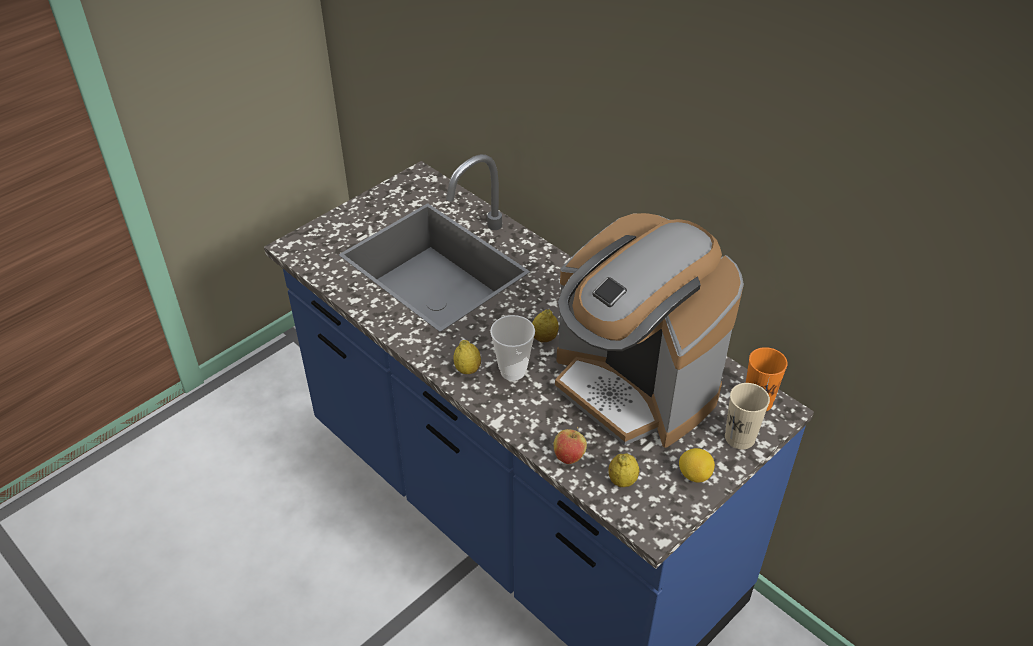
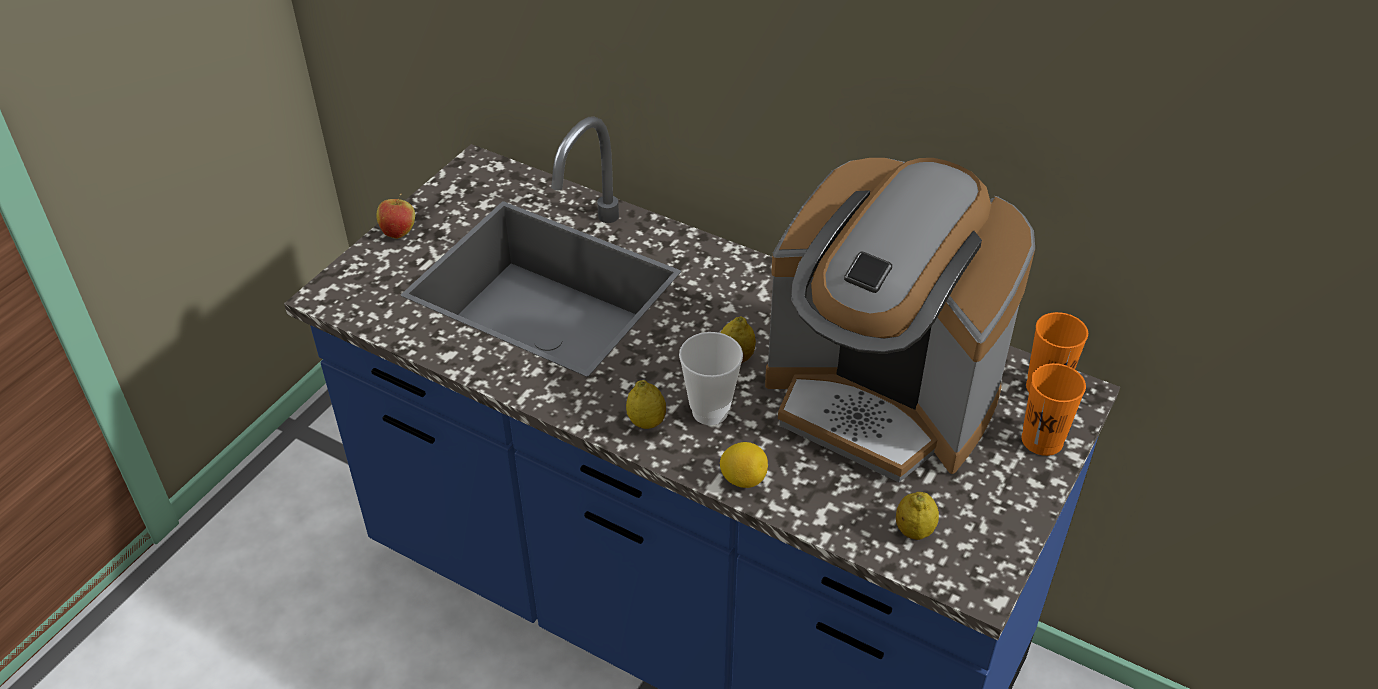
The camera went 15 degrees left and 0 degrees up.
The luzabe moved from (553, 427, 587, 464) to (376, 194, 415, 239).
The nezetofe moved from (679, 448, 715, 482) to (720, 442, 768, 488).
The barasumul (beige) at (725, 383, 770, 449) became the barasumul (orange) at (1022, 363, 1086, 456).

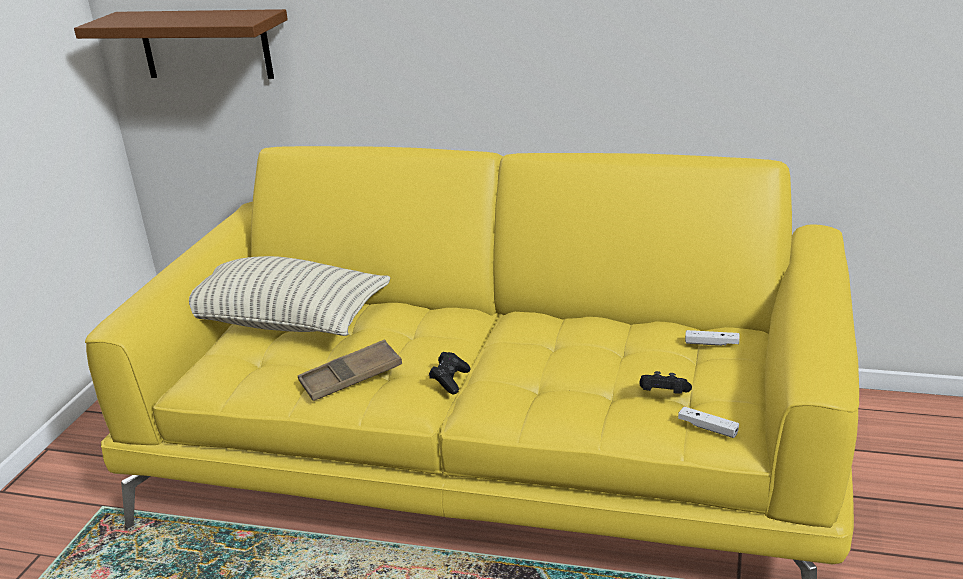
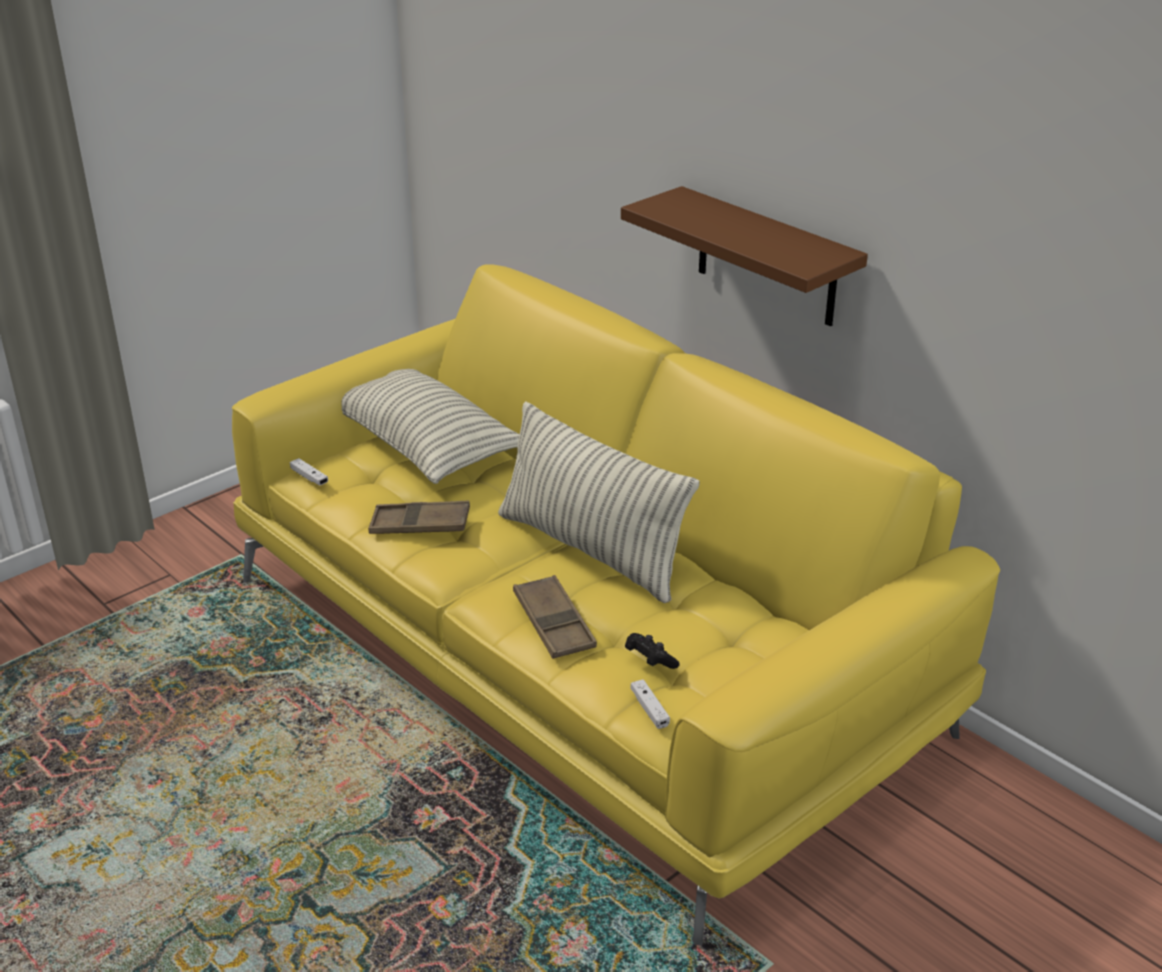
The camera went 30 degrees right and 5 degrees up.
The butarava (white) moved from (685, 330, 739, 346) to (290, 458, 328, 485).
The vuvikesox at (498, 401, 700, 603) appeared.
The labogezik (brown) at (513, 575, 597, 659) appeared.
The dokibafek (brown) moved from (74, 9, 288, 79) to (621, 186, 868, 326).
The butarava (black) at (429, 352, 471, 394) disappeared.

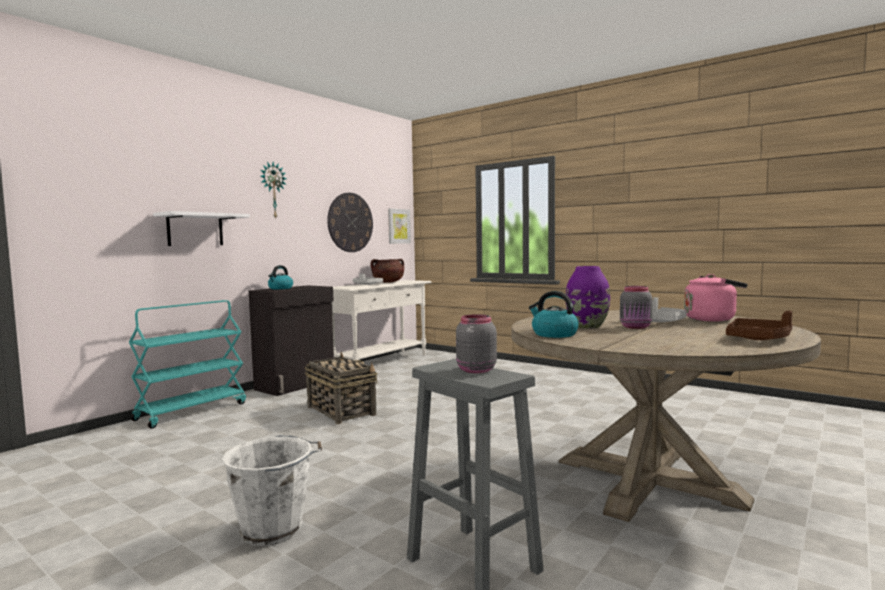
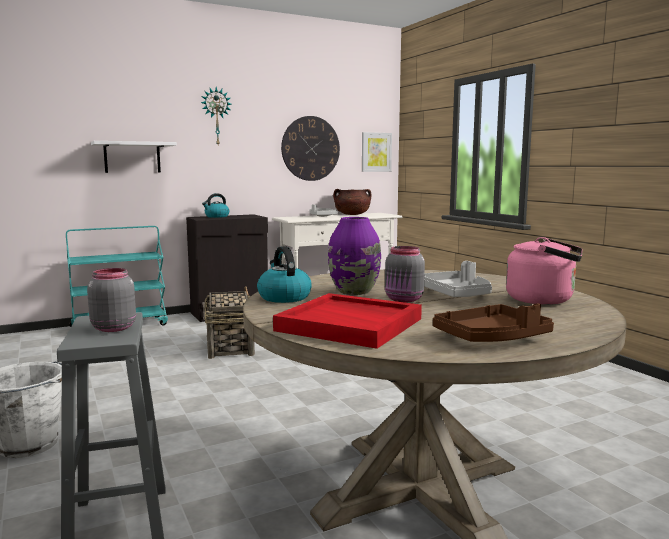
The camera went 25 degrees right and 5 degrees up.
The labogezik (red) at (273, 293, 422, 349) appeared.

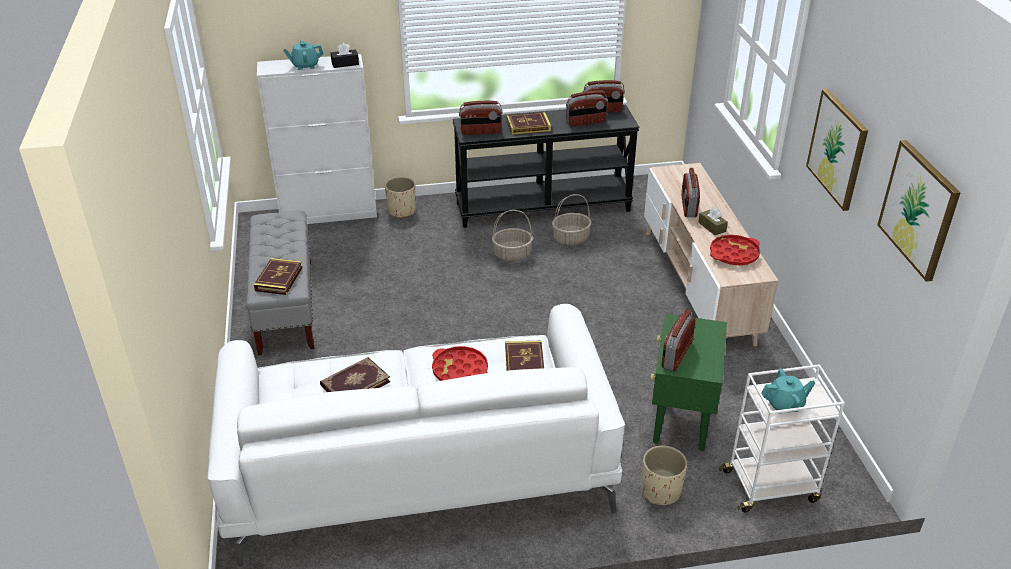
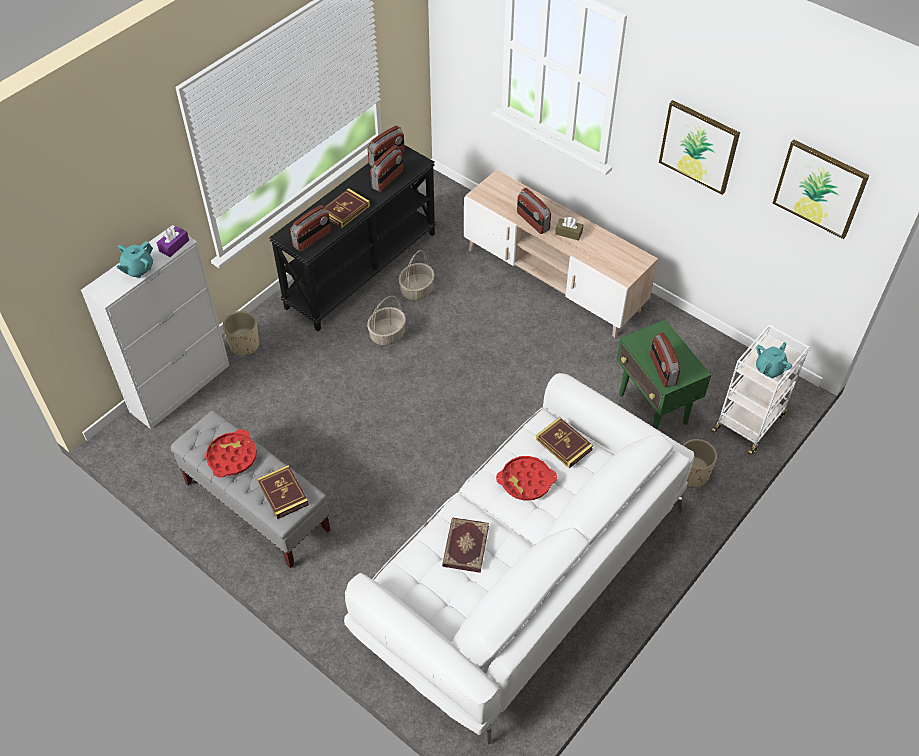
The camera went 40 degrees left and 15 degrees up.
The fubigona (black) at (331, 43, 359, 68) became the fubigona (purple) at (157, 226, 189, 257).
The labogezik (red) moved from (710, 235, 760, 265) to (206, 429, 257, 478).

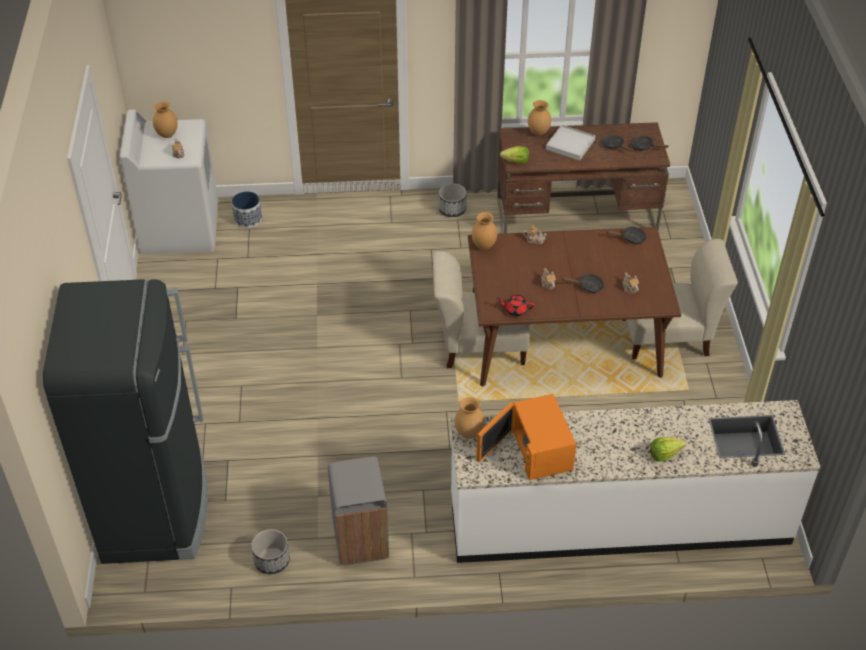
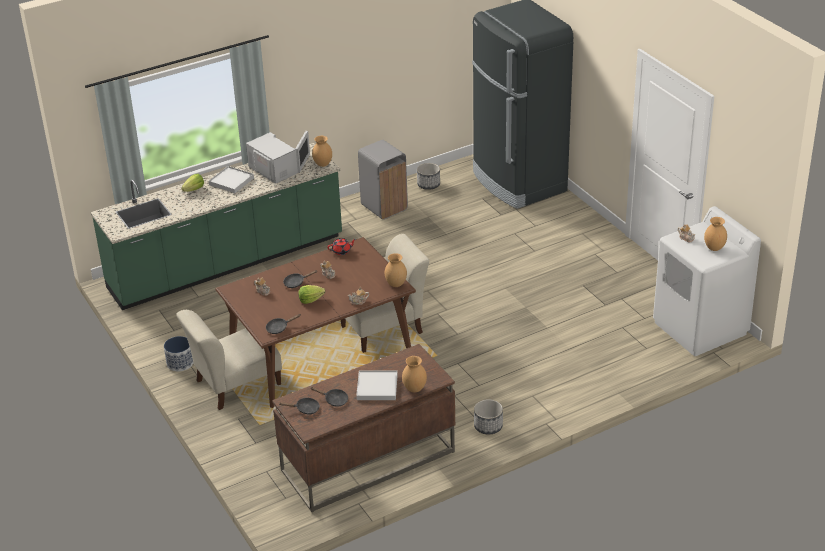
The camera went 155 degrees right and 10 degrees down.
The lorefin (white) at (451, 400, 821, 563) became the lorefin (green) at (91, 143, 342, 310).
The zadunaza moved from (232, 191, 262, 228) to (164, 336, 193, 371).
The labogezik (white) at (209, 166, 254, 193) appeared.
The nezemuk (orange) at (476, 394, 576, 480) became the nezemuk (white) at (246, 131, 310, 184).
The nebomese moved from (500, 146, 529, 164) to (298, 285, 325, 304).

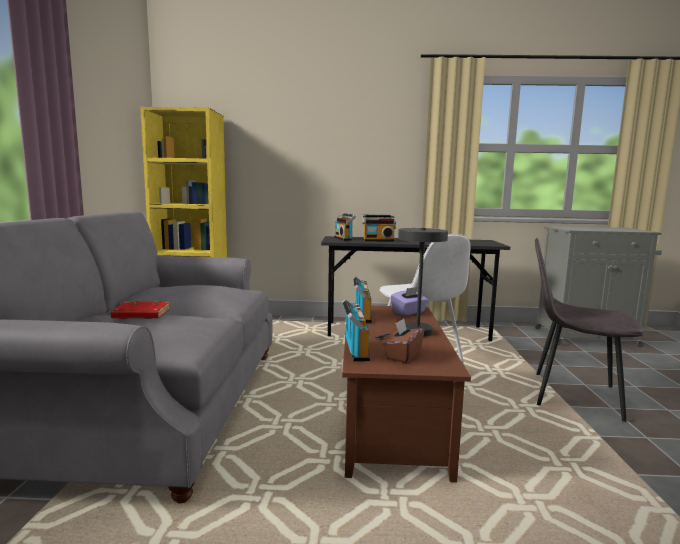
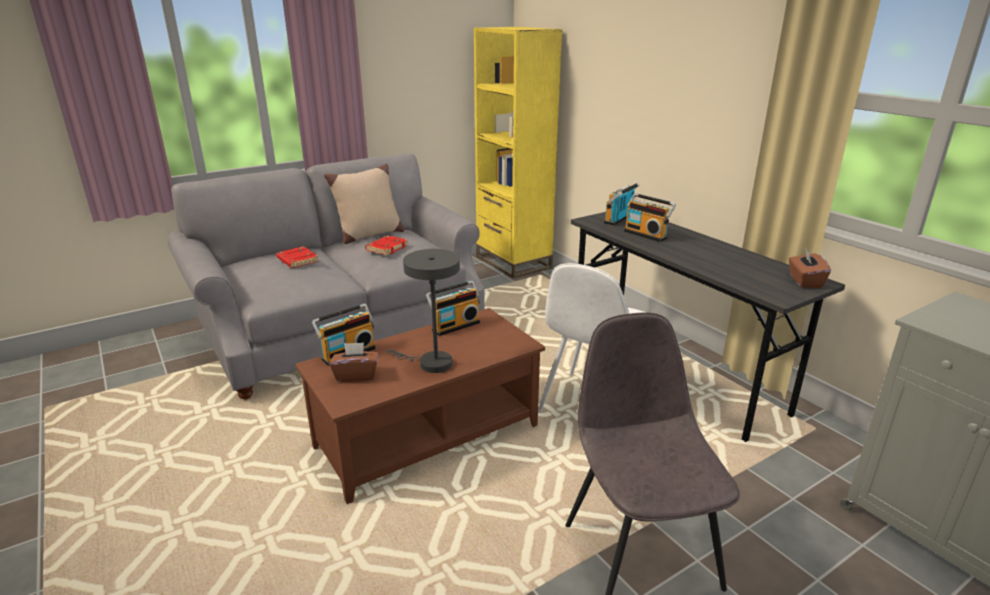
The camera went 55 degrees right and 15 degrees up.
The vuvikesox (beige) at (324, 164, 404, 244) appeared.
The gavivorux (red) at (365, 236, 408, 255) appeared.
The fubigona (brown) at (789, 248, 831, 288) appeared.
The fubigona (purple) at (391, 287, 429, 316) disappeared.

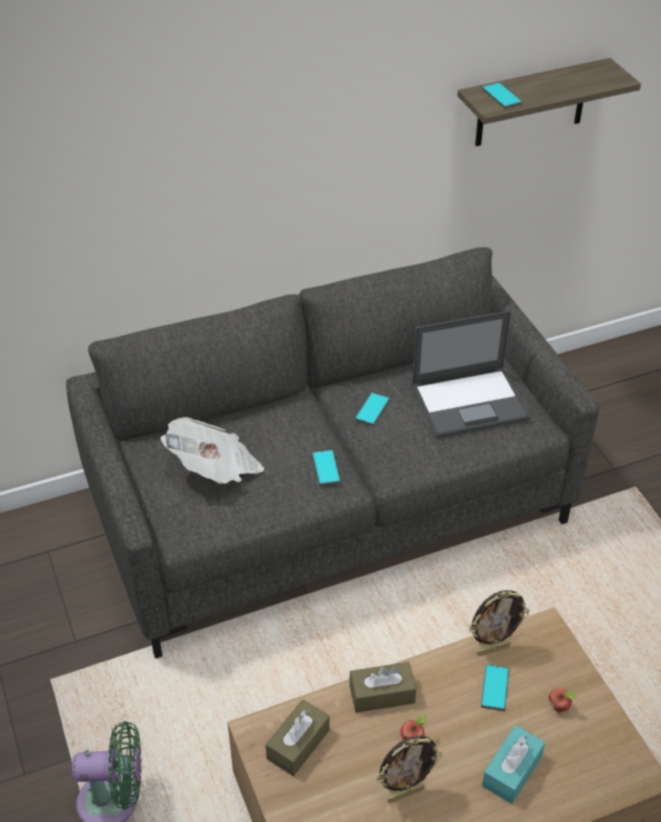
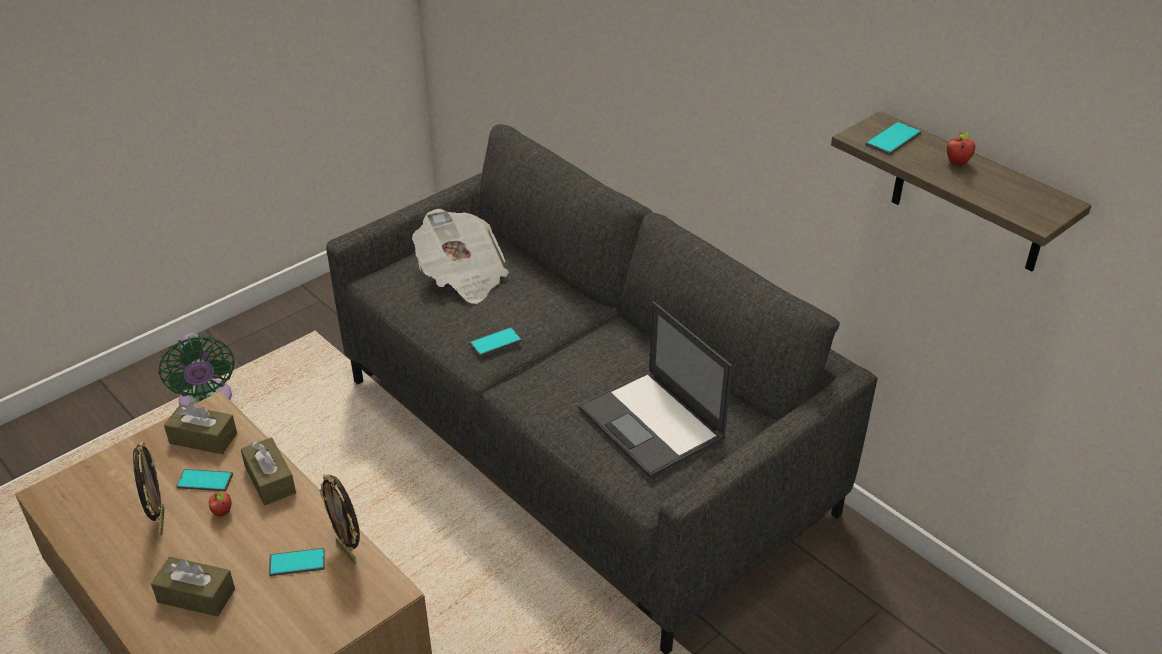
The camera went 70 degrees right and 5 degrees down.
The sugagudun at (376, 736, 442, 803) turned 150 degrees counterclockwise.
The fubigona (turquoise) at (482, 725, 545, 804) became the fubigona (brown) at (151, 557, 235, 617).
The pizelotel moved from (355, 392, 390, 426) to (176, 469, 233, 491).
The luzabe moved from (549, 688, 577, 713) to (947, 132, 975, 166).

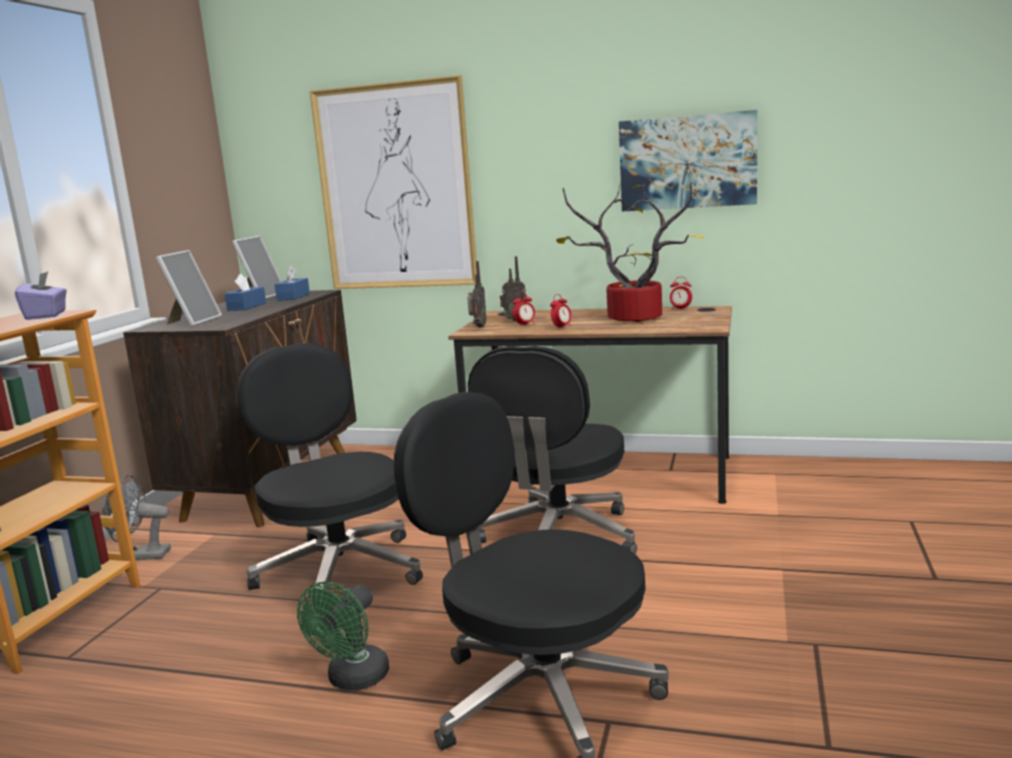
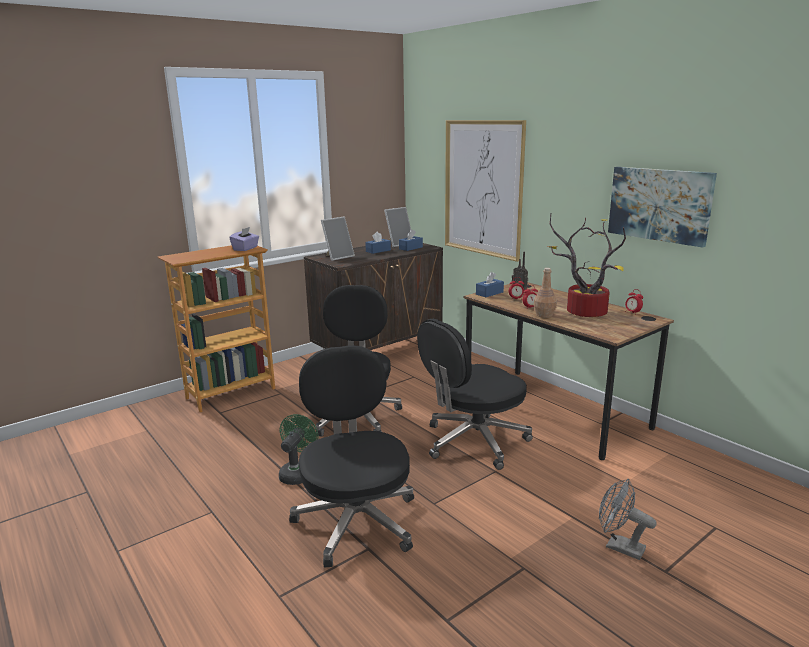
The camera went 35 degrees right and 5 degrees up.
The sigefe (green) at (297, 582, 389, 690) turned 135 degrees clockwise.
The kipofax at (467, 261, 486, 328) was replaced by the fubigona (blue) at (476, 272, 504, 297).
The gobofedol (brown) at (534, 268, 557, 318) appeared.
The sigefe (grey) moved from (102, 475, 171, 560) to (599, 479, 657, 560).

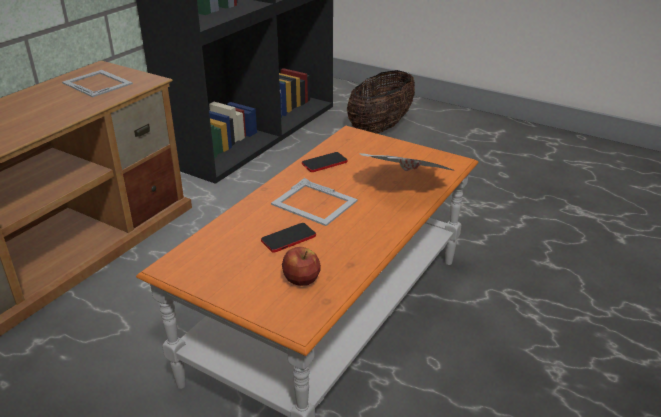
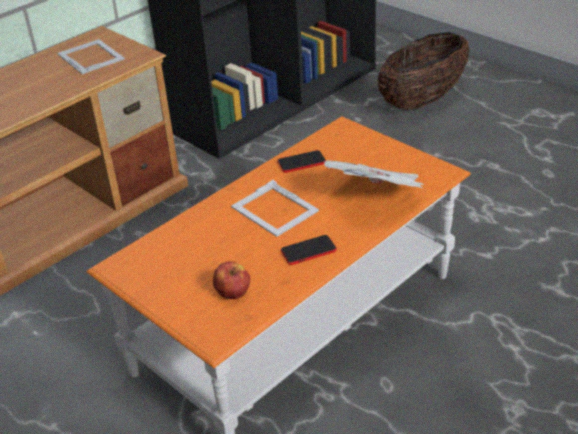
The camera went 15 degrees right and 5 degrees up.
The pizelotel moved from (261, 223, 316, 253) to (281, 235, 337, 265).

